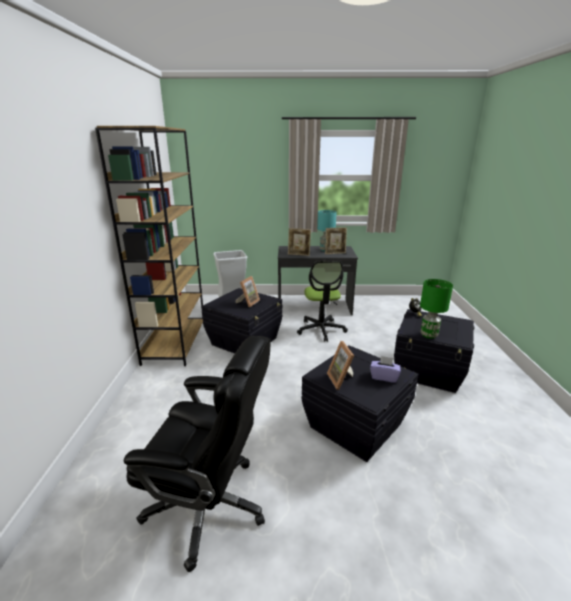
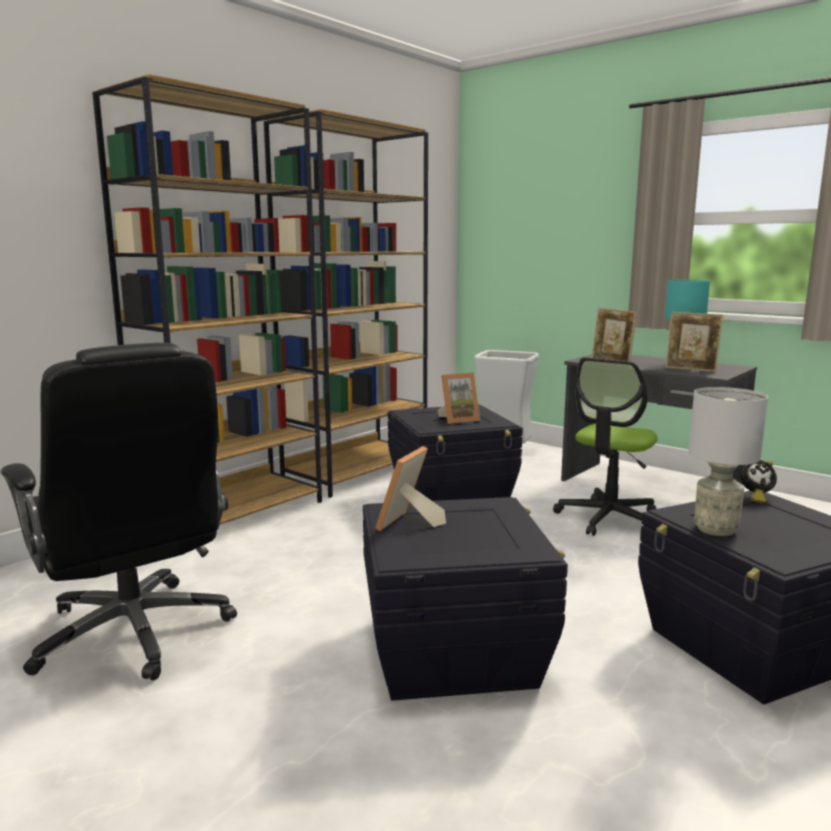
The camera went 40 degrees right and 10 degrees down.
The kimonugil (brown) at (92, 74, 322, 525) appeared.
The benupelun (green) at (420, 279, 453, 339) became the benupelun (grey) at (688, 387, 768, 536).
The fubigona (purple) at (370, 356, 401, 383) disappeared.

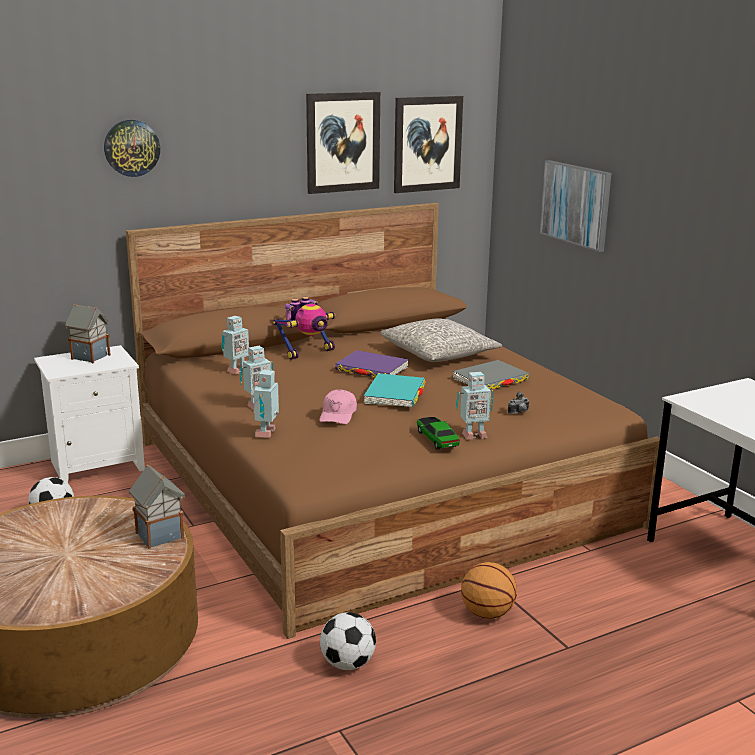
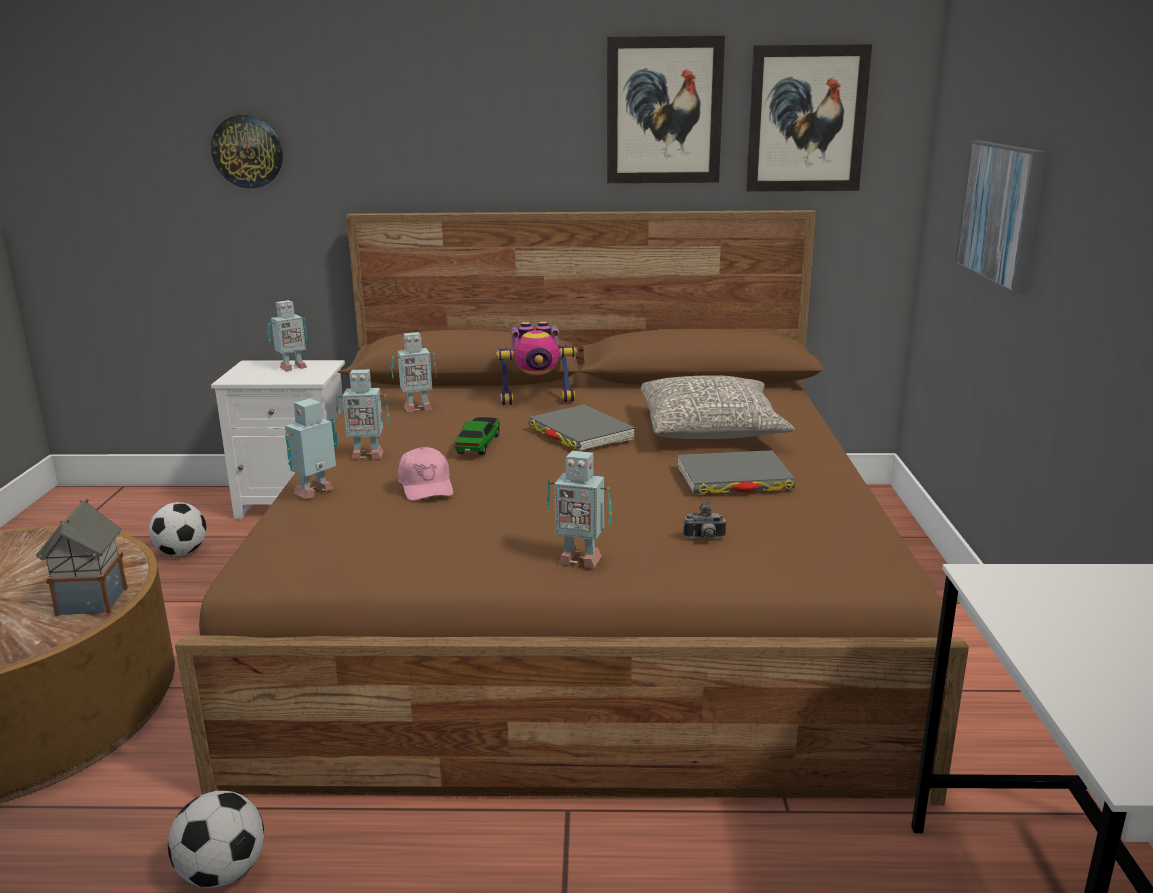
The camera went 30 degrees right and 0 degrees up.
The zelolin moved from (104, 120, 160, 177) to (211, 115, 283, 188).
The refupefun at (65, 304, 111, 363) was replaced by the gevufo at (267, 300, 308, 371).
The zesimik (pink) at (320, 389, 357, 424) turned 60 degrees counterclockwise.
The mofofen moved from (417, 417, 460, 449) to (455, 417, 500, 455).
The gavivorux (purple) at (335, 350, 409, 377) became the gavivorux (grey) at (528, 405, 635, 451).
The gavivorux (turquoise) at (364, 373, 426, 407) disappeared.
The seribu at (461, 562, 517, 619) disappeared.

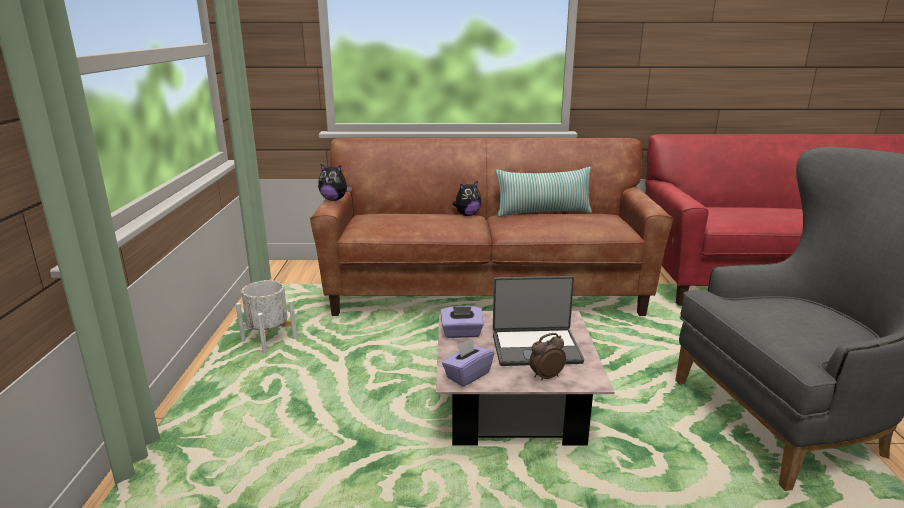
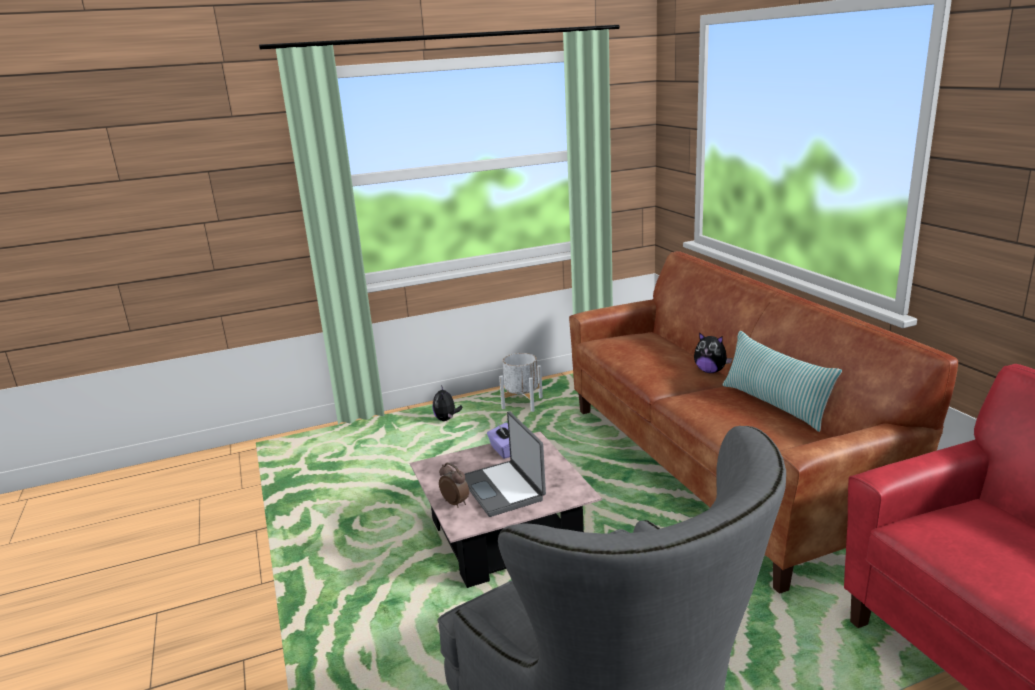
The camera went 70 degrees right and 0 degrees up.
The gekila moved from (318, 164, 352, 201) to (433, 385, 463, 421).
The fubigona (purple) at (442, 339, 494, 387) disappeared.

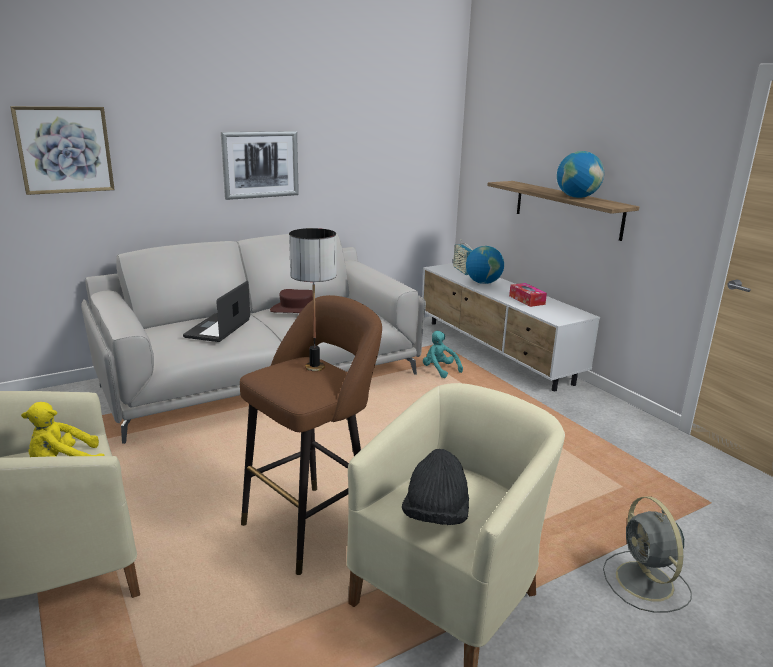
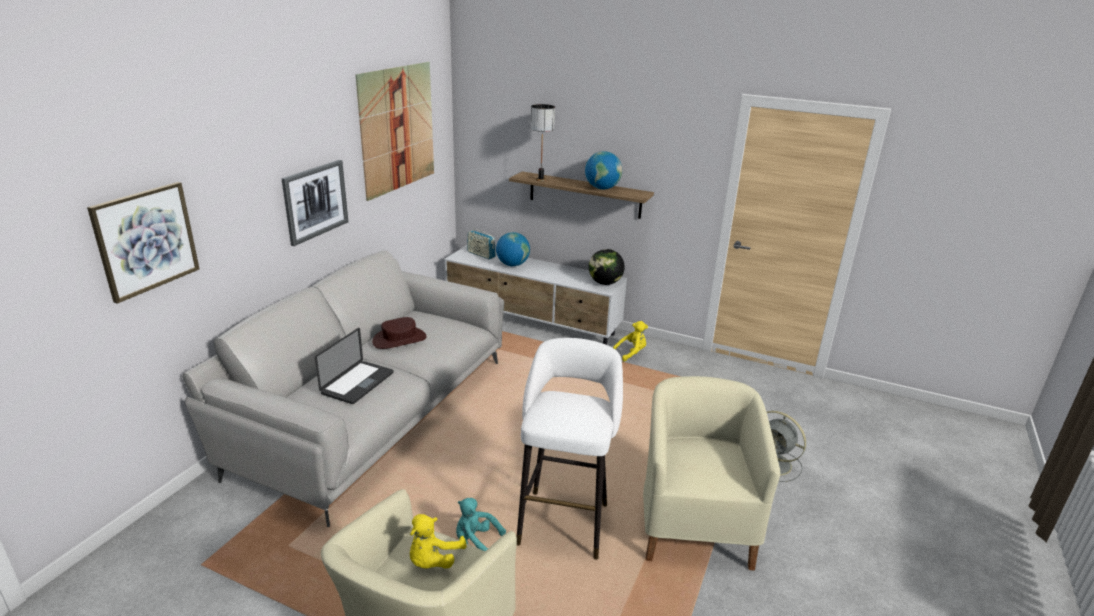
The camera went 35 degrees left and 5 degrees up.
The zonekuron at (183, 281, 250, 342) turned 135 degrees counterclockwise.
The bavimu at (355, 62, 434, 201) appeared.
The gekila (turquoise) moved from (423, 331, 463, 378) to (456, 498, 506, 551).
The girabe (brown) at (240, 295, 382, 575) became the girabe (white) at (516, 338, 623, 560).
The benupelun moved from (289, 228, 336, 371) to (531, 104, 555, 181).
The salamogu at (589, 249, 625, 285) appeared.
The gekila (yellow) at (613, 321, 648, 361) appeared.
The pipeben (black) at (402, 449, 469, 525) disappeared.
The fubigona at (509, 283, 547, 307) disappeared.

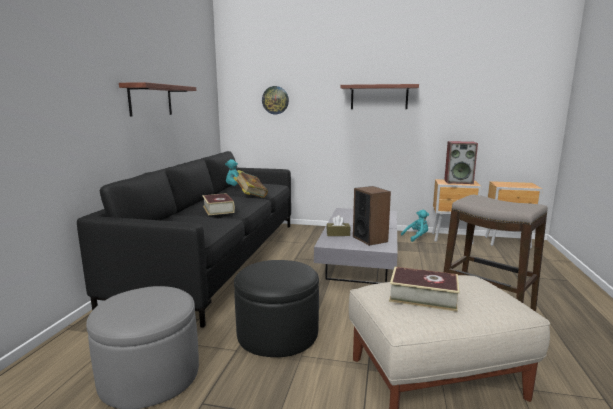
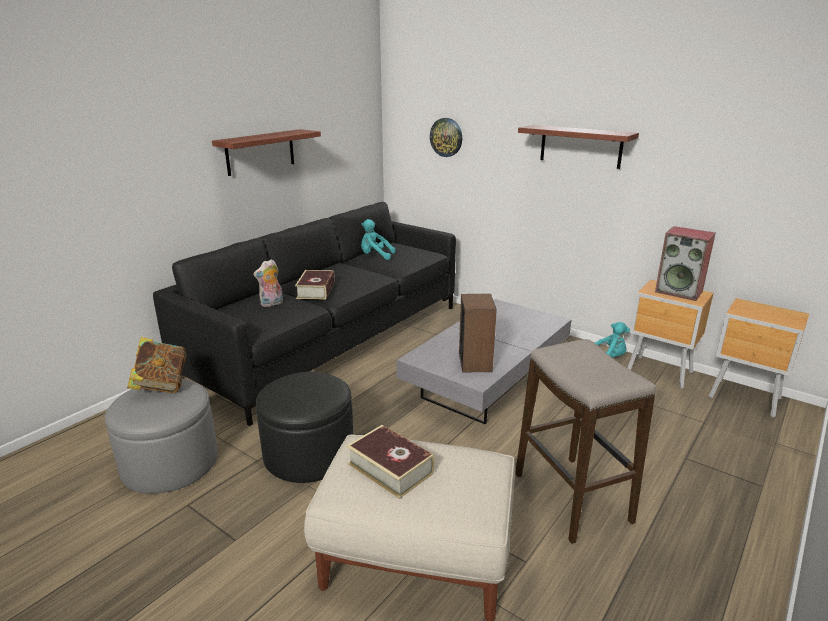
The camera went 25 degrees right and 10 degrees up.
The gavivorux moved from (233, 170, 268, 198) to (127, 337, 186, 393).
The gekila at (253, 259, 283, 307) appeared.
The fubigona (brown) at (326, 216, 350, 236) disappeared.

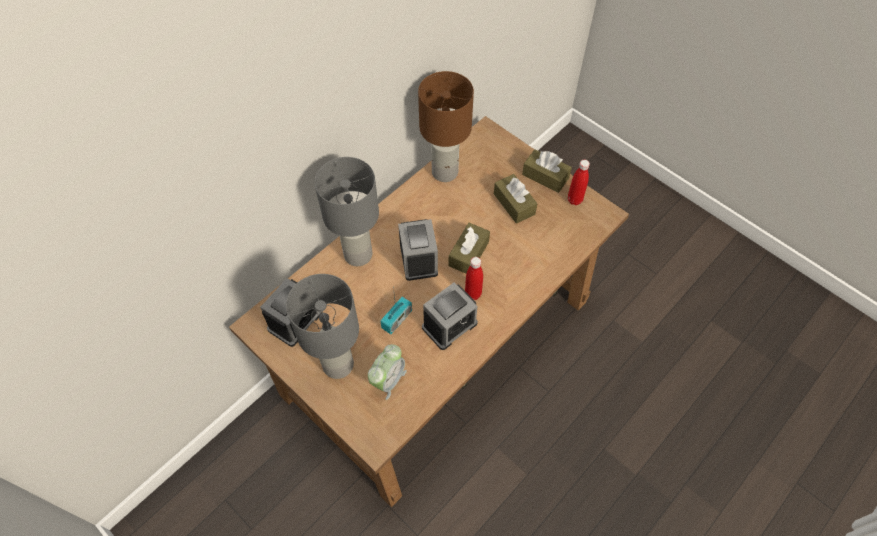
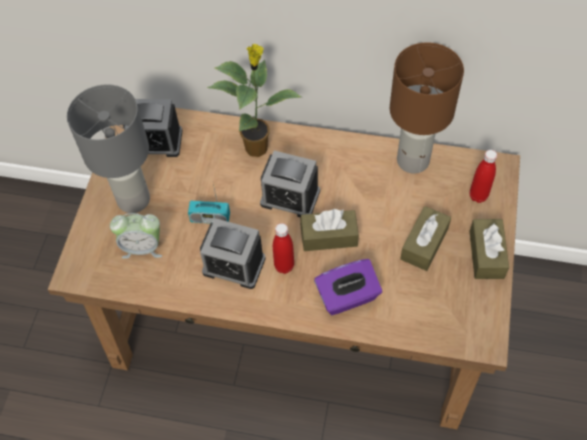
The camera went 60 degrees right and 0 degrees up.
The benupelun (grey) at (315, 157, 379, 266) was replaced by the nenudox at (207, 44, 302, 157).
The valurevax at (398, 219, 438, 281) turned 60 degrees clockwise.
The fubigona (purple) at (314, 259, 382, 315) appeared.
The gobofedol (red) moved from (568, 160, 590, 205) to (470, 150, 497, 203).

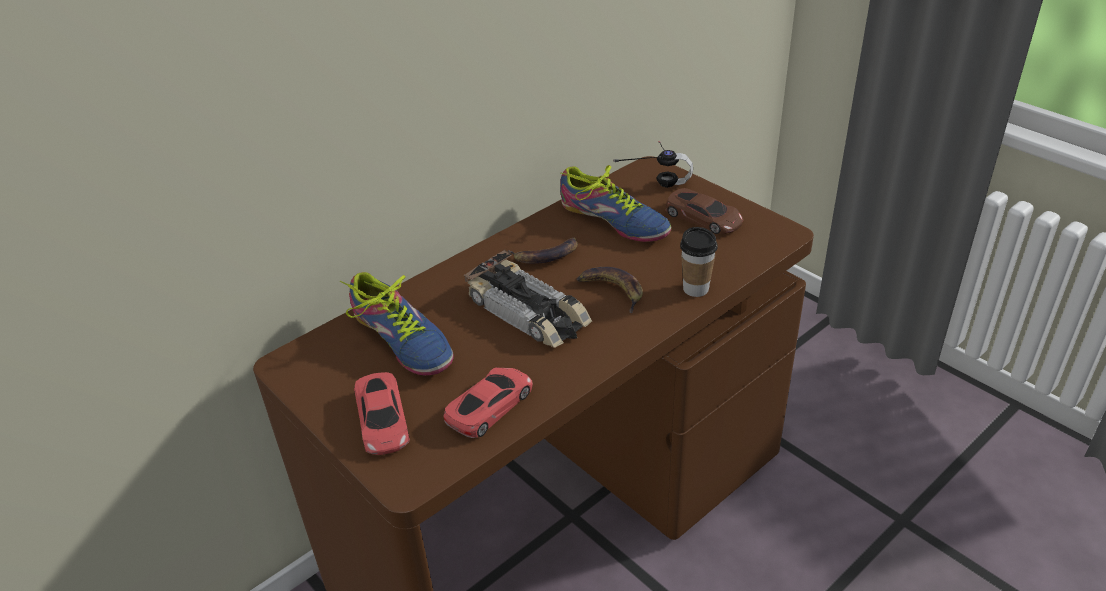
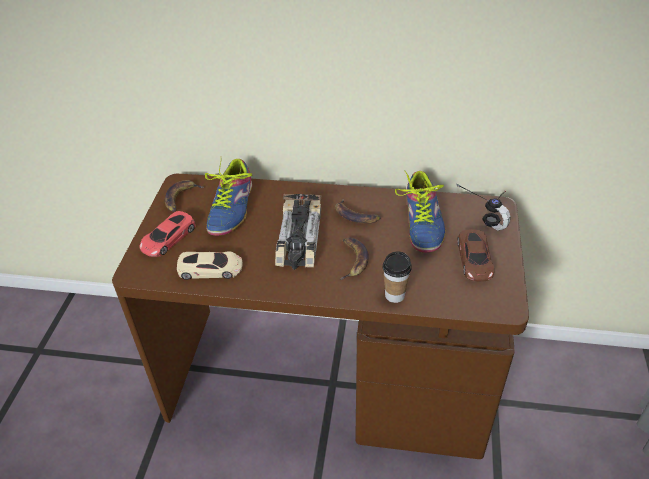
The camera went 50 degrees right and 5 degrees up.
The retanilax at (165, 180, 205, 212) appeared.
The mofofen (red) at (443, 367, 533, 438) became the mofofen (beige) at (177, 251, 243, 280).

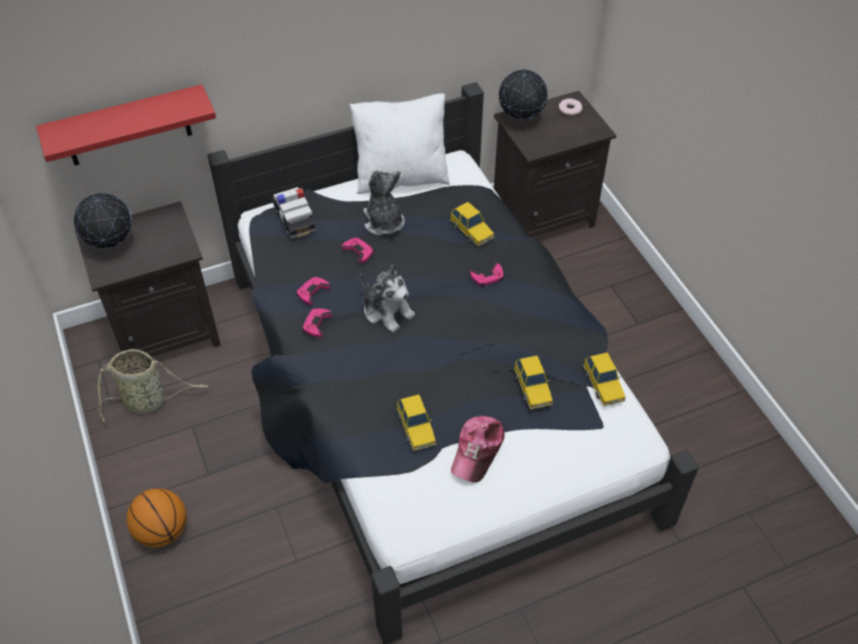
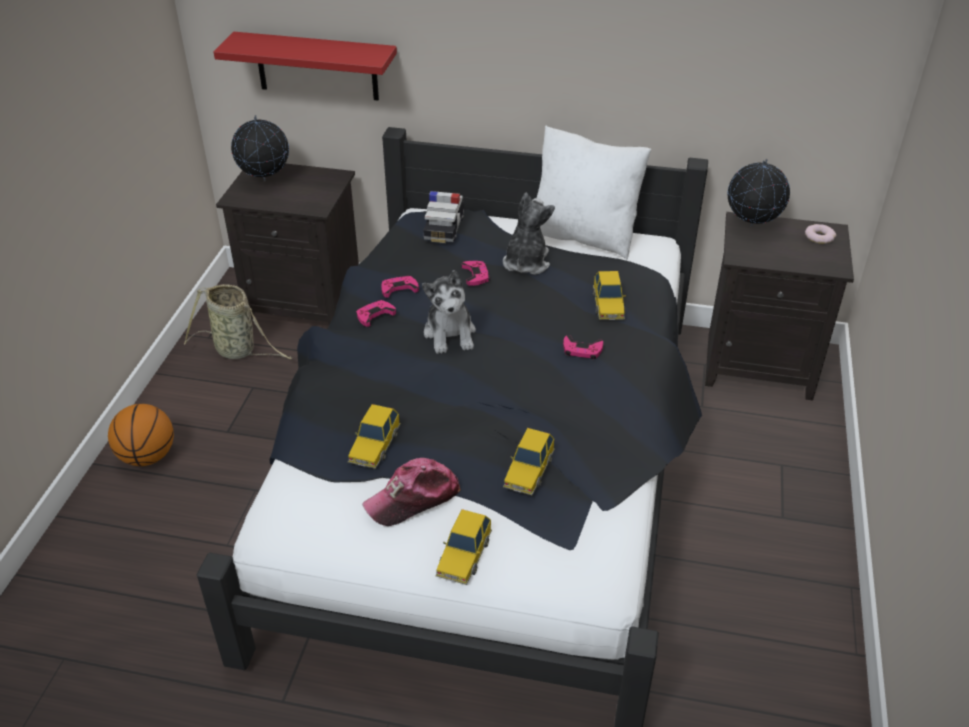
The camera went 35 degrees right and 10 degrees down.
The mofofen moved from (583, 352, 626, 406) to (436, 509, 492, 585).

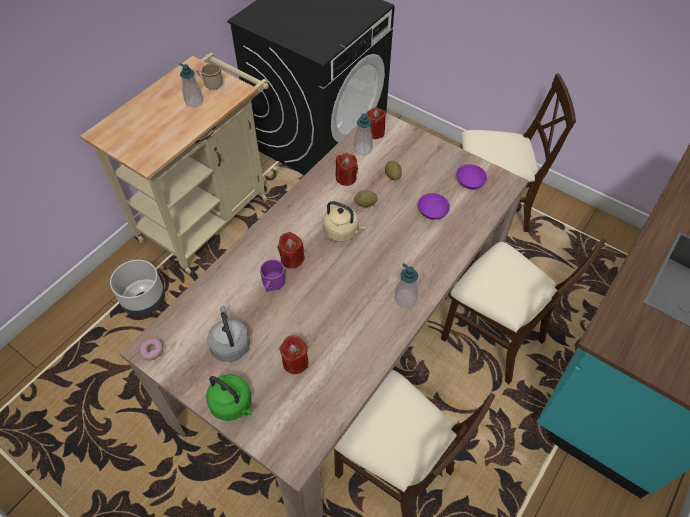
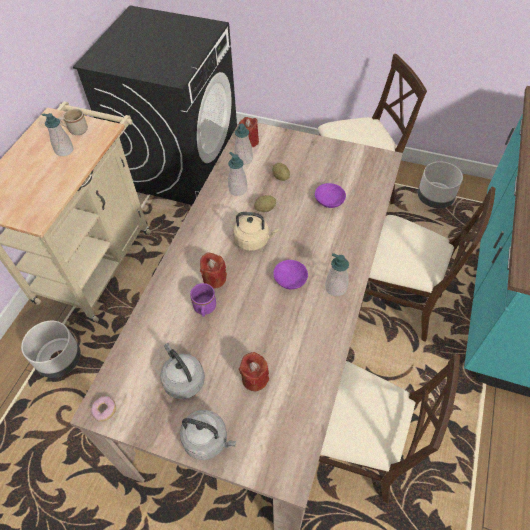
The camera went 15 degrees left and 0 degrees up.
The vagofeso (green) at (206, 374, 253, 421) became the vagofeso (grey) at (180, 410, 236, 460).
The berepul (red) at (335, 153, 358, 186) was replaced by the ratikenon at (228, 152, 248, 196).
The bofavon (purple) moved from (456, 164, 487, 189) to (273, 260, 308, 290).
The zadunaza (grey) at (418, 161, 463, 208) appeared.

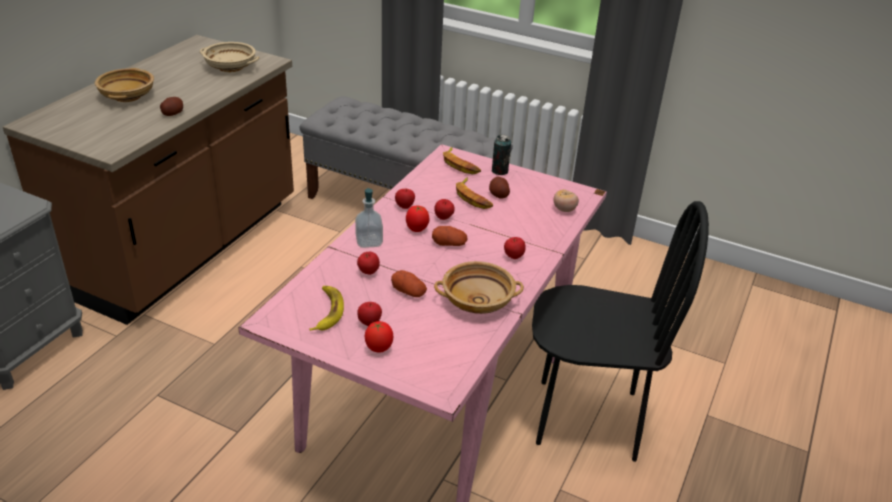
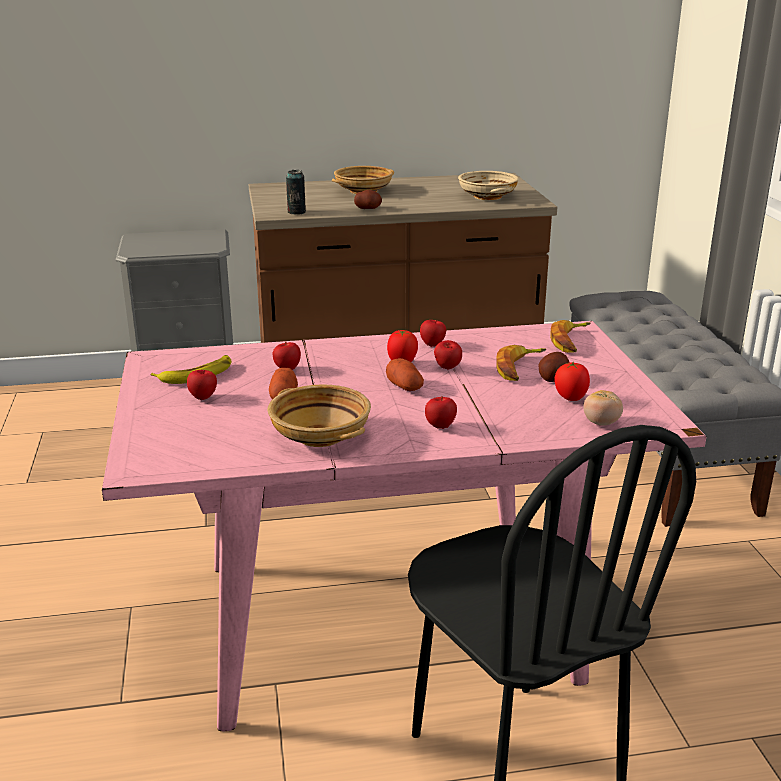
The camera went 55 degrees right and 10 degrees down.
The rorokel moved from (492, 135, 511, 175) to (286, 170, 306, 215).
The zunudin moved from (365, 321, 393, 353) to (555, 362, 590, 401).
The ratikenon at (355, 188, 383, 248) disappeared.

